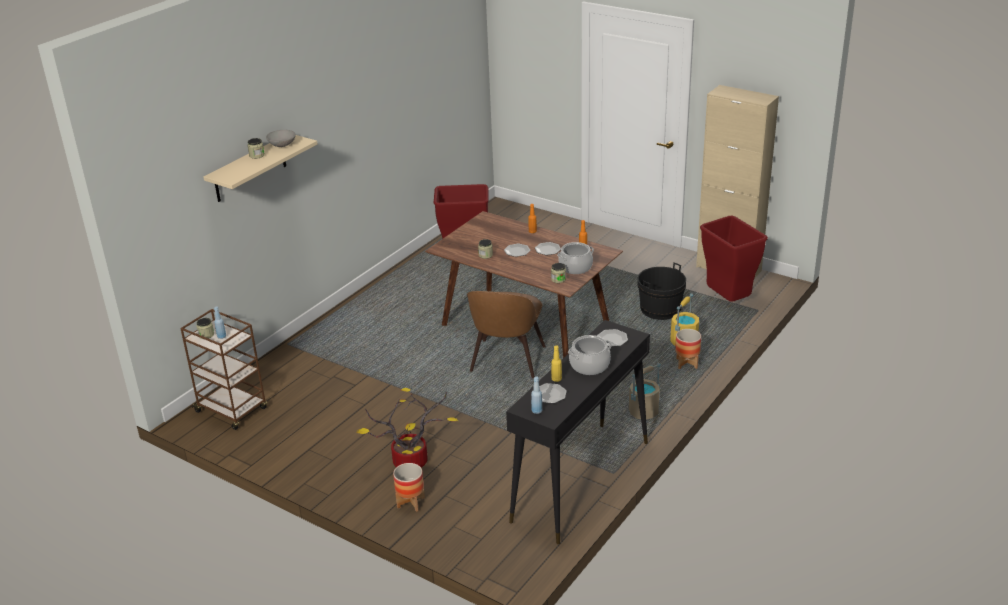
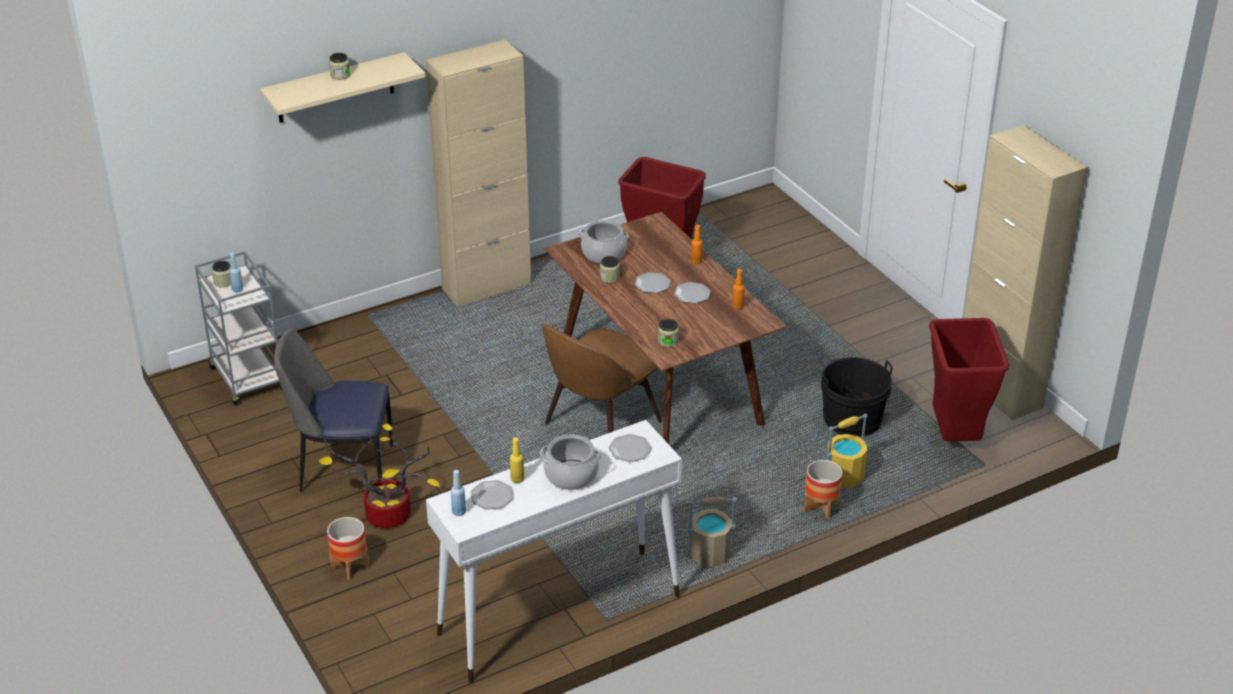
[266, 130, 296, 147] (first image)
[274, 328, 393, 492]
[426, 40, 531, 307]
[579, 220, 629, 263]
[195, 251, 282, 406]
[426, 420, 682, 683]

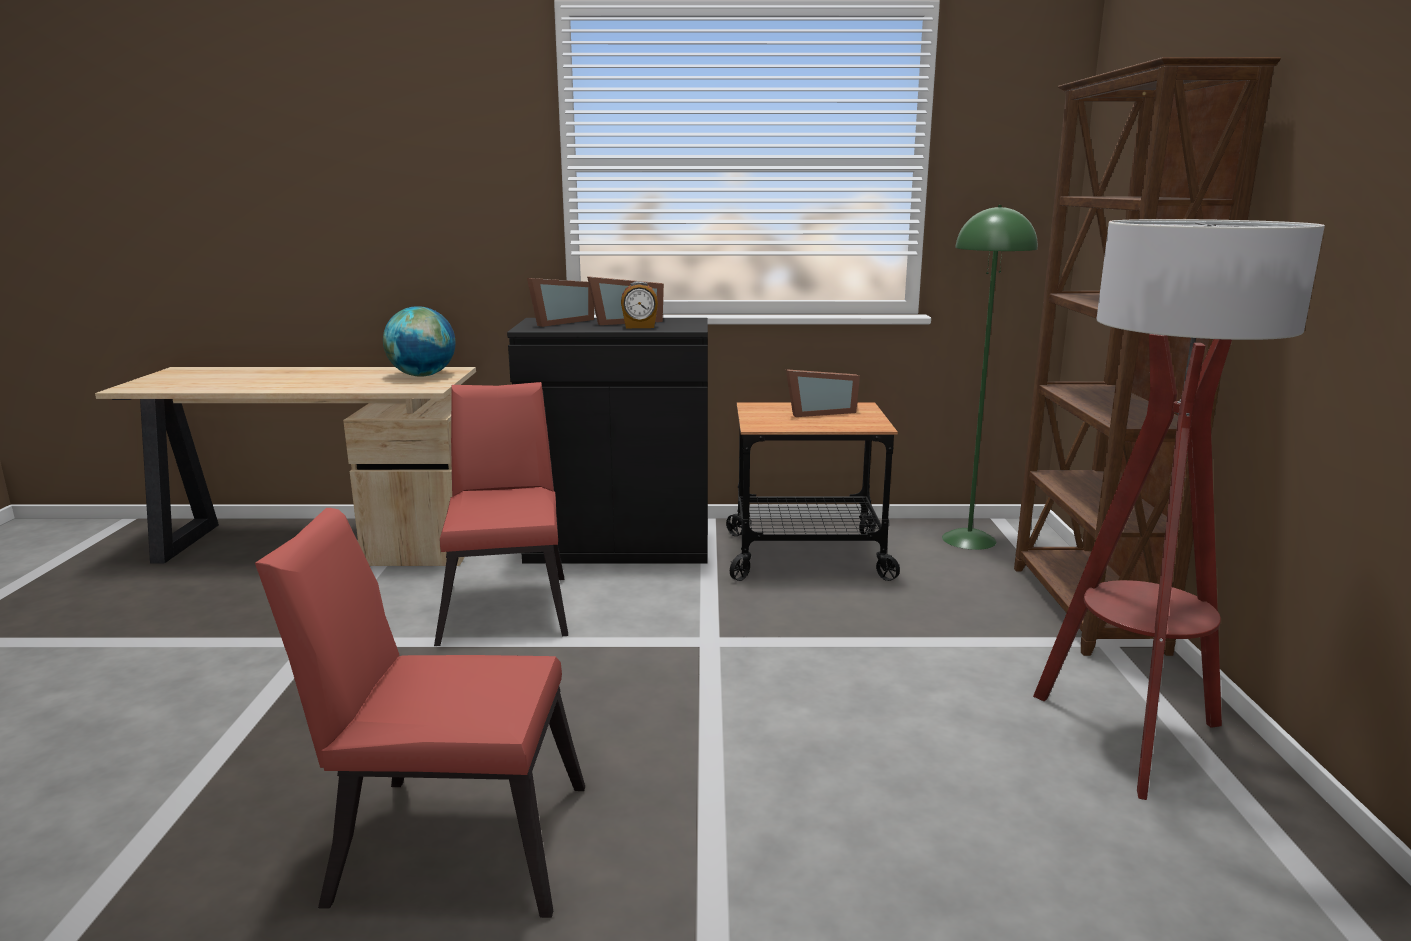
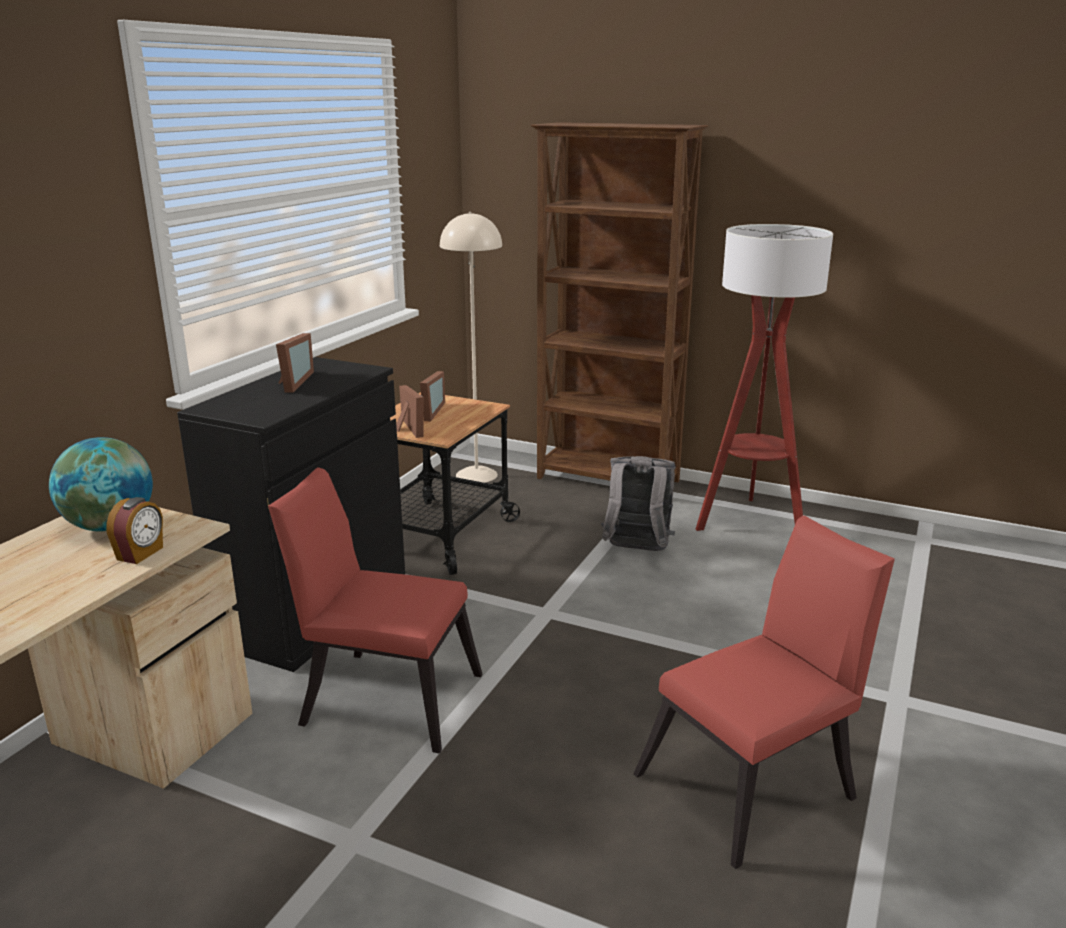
[601, 456, 676, 551]
[396, 385, 424, 438]
[106, 497, 163, 564]
[440, 212, 502, 483]
[634, 515, 895, 869]

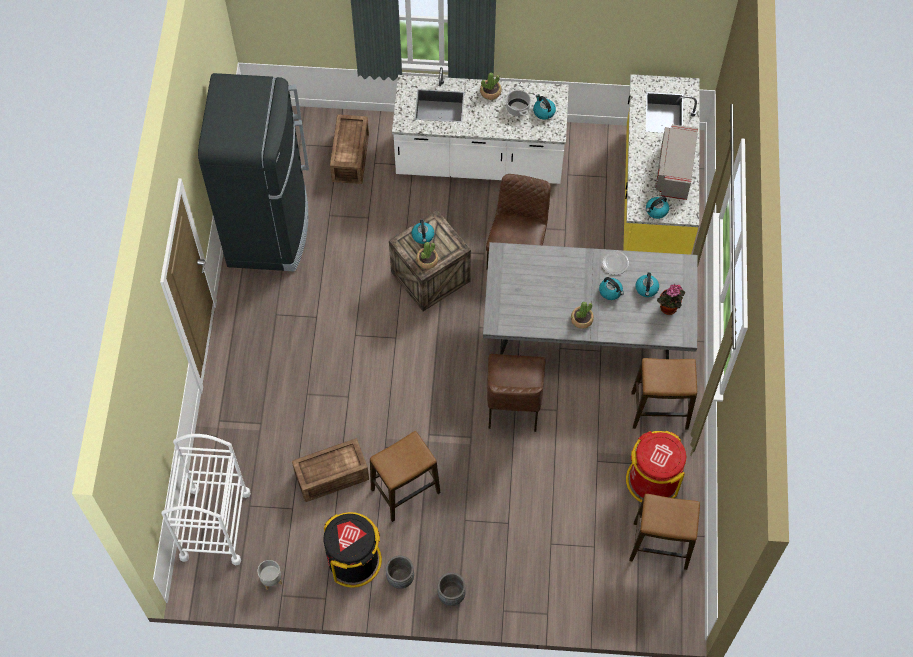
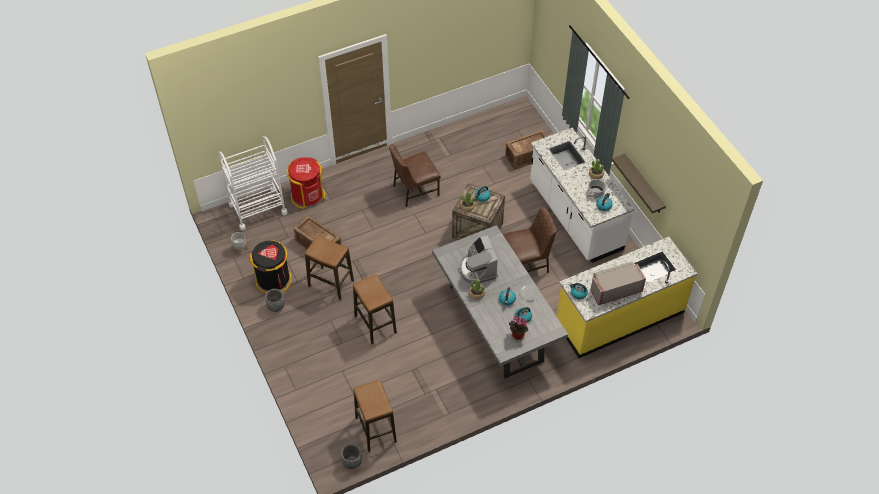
[198, 73, 309, 272] (first image)
[460, 236, 498, 284]
[612, 153, 666, 213]
[341, 444, 362, 469]
[389, 144, 441, 207]
[287, 157, 325, 209]
[353, 274, 397, 344]

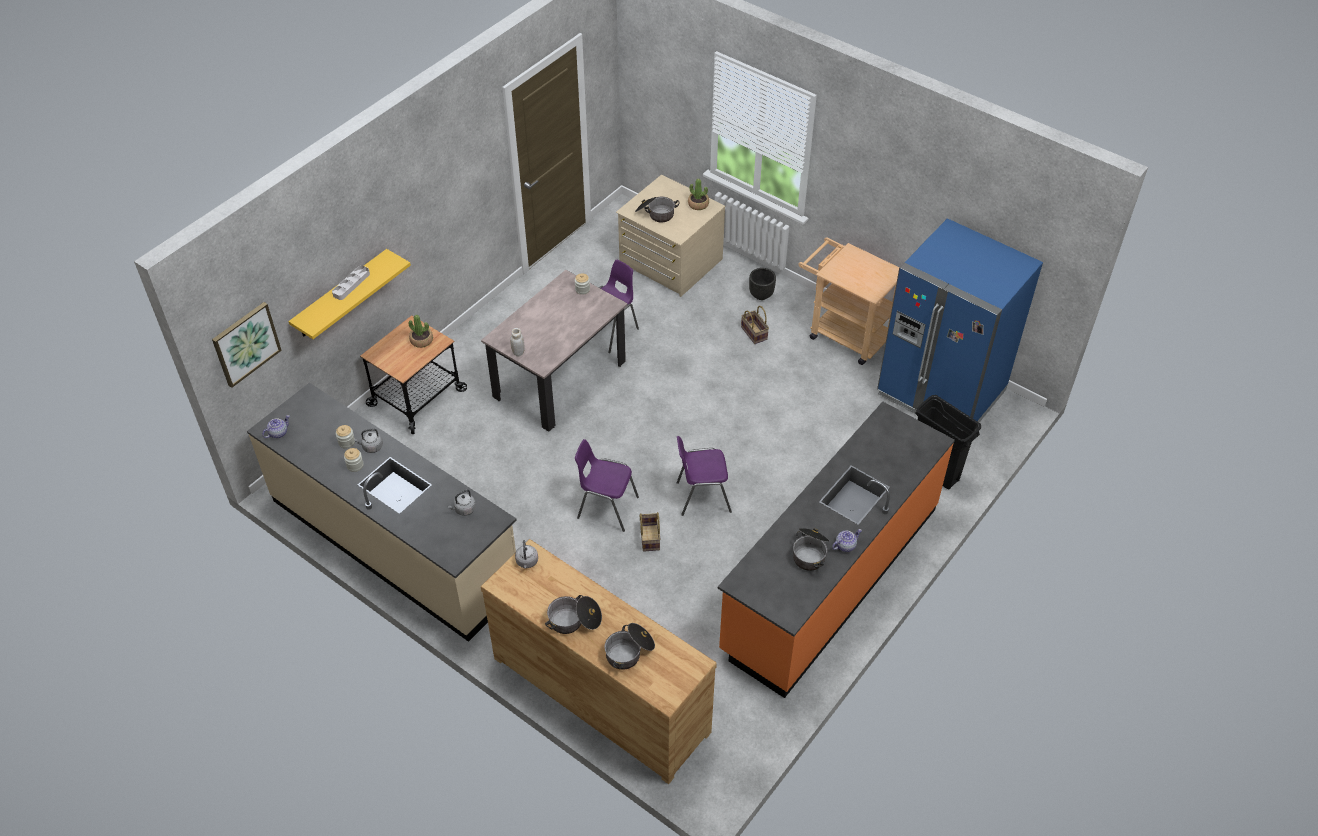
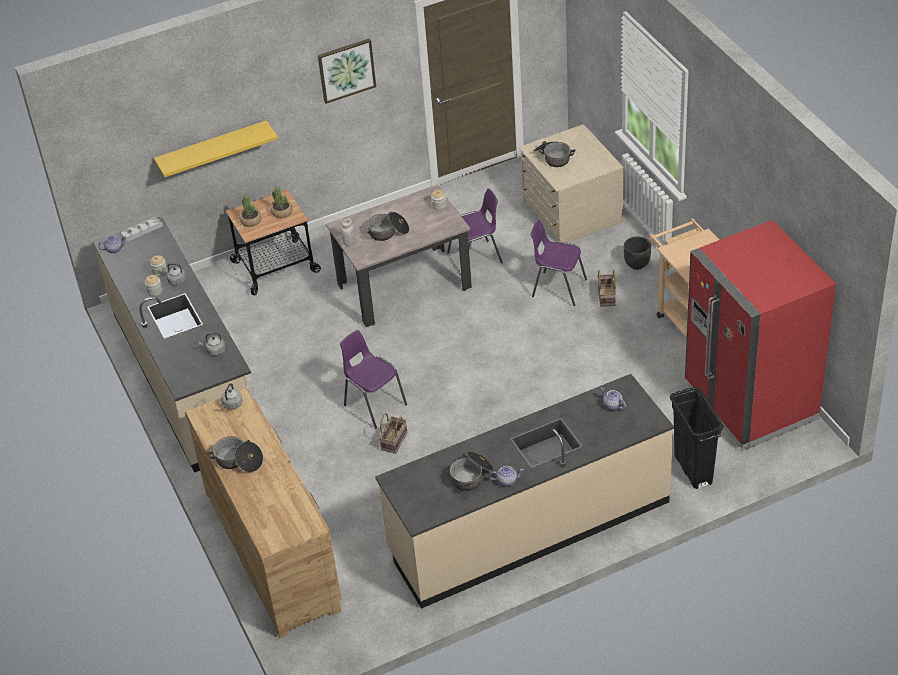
[600, 387, 626, 410]
[318, 39, 376, 104]
[121, 216, 163, 242]
[367, 212, 409, 241]
[531, 220, 587, 306]
[239, 195, 262, 227]
[375, 374, 674, 609]
[685, 220, 836, 450]

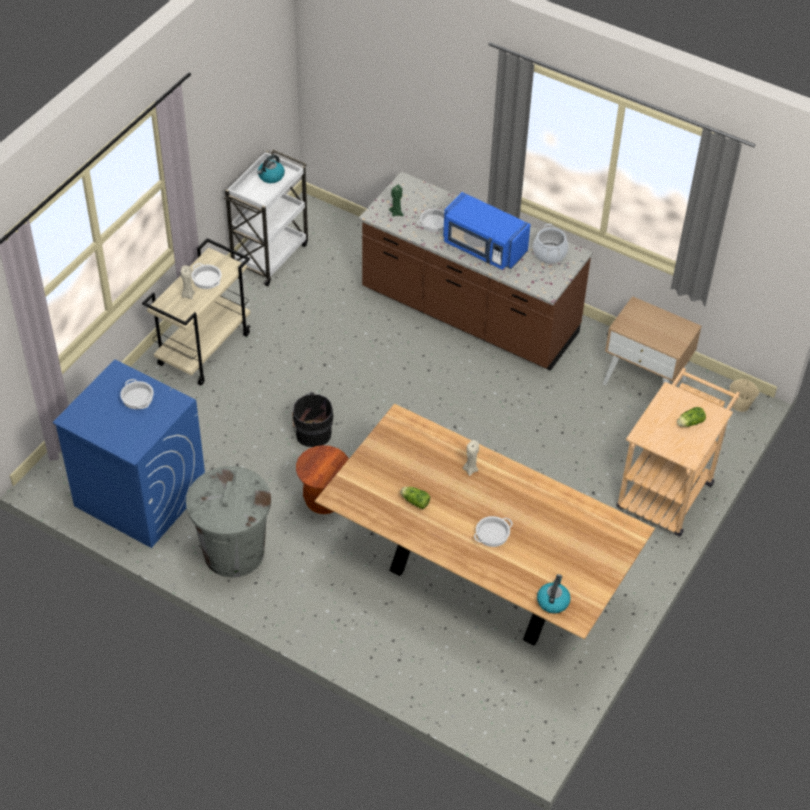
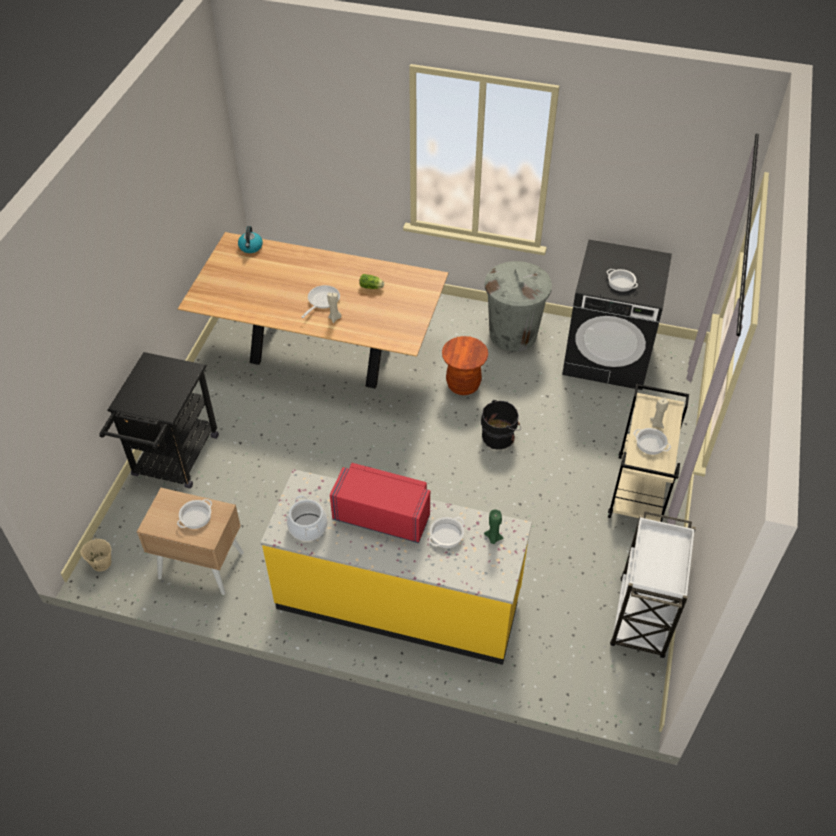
[257, 155, 285, 183] (first image)
[677, 407, 706, 427] (first image)
[301, 285, 340, 318]
[177, 499, 212, 529]
[562, 240, 672, 390]
[260, 469, 532, 665]
[330, 463, 430, 543]
[99, 352, 219, 489]

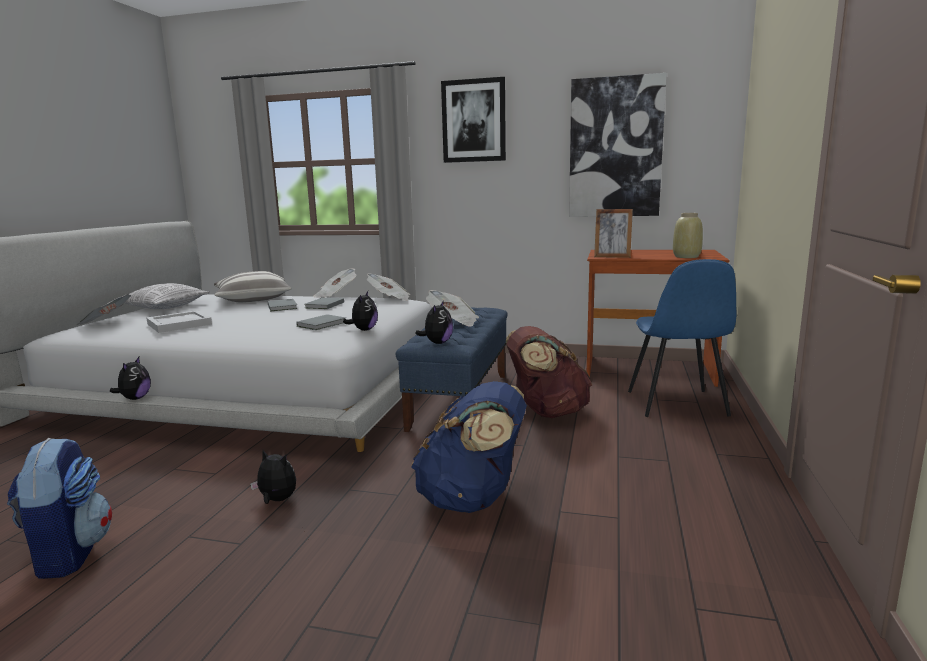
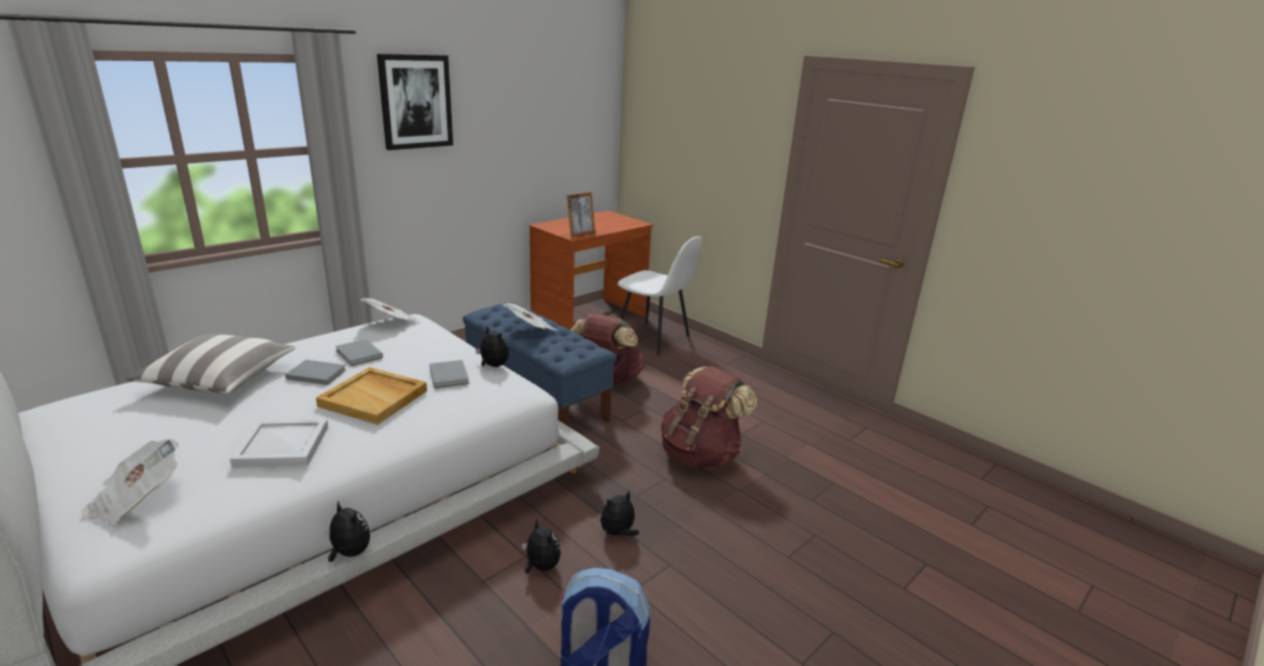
[113, 283, 210, 309] (first image)
[313, 268, 357, 298] (first image)
[569, 73, 667, 217] (first image)
[673, 213, 703, 258] (first image)
[316, 367, 427, 425]
[522, 520, 561, 573]
[661, 366, 757, 468]
[618, 236, 702, 356]

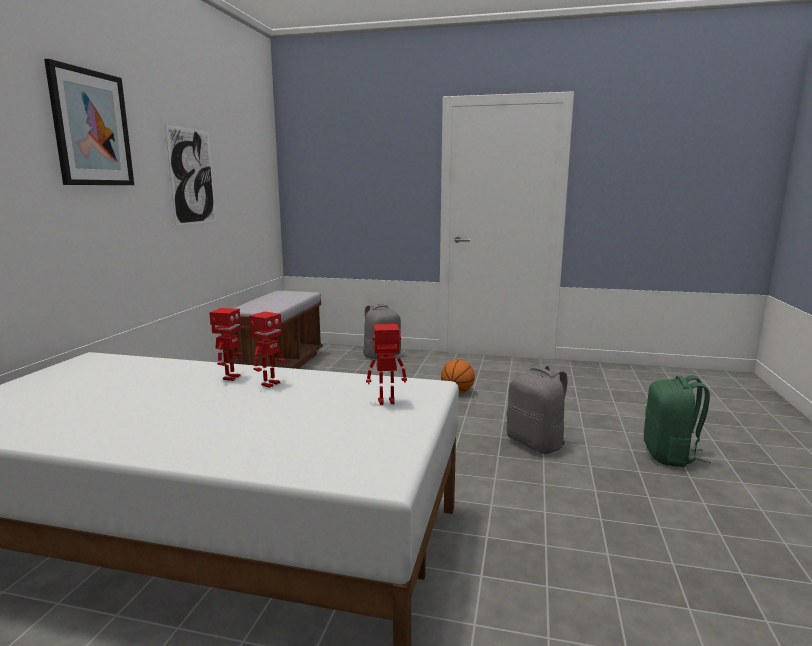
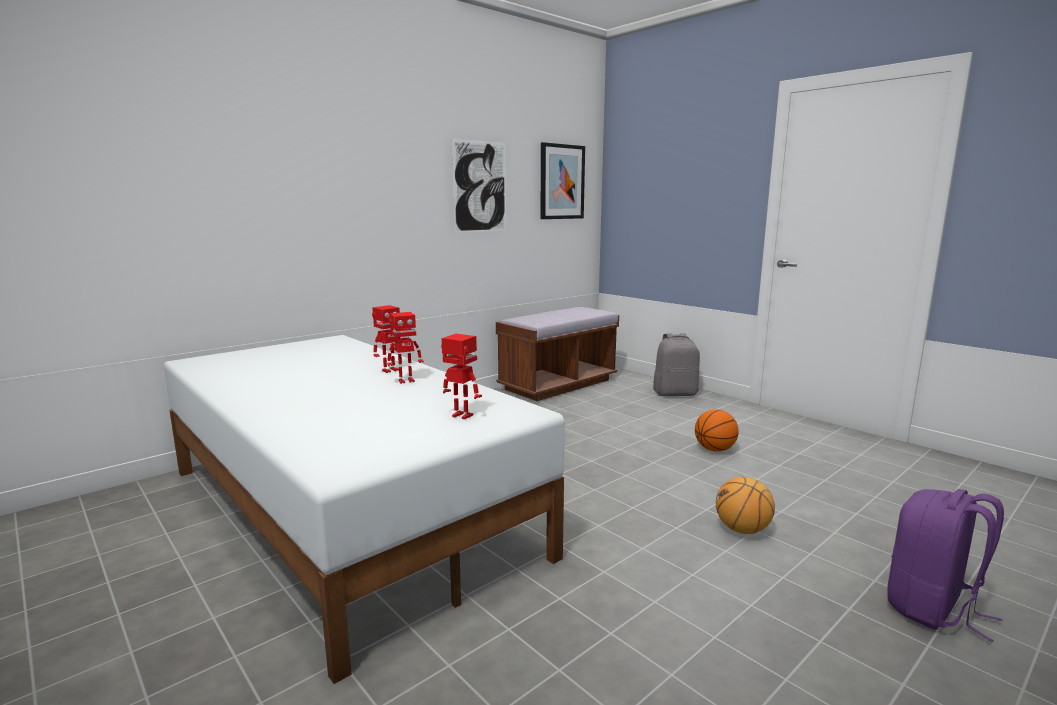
[540, 142, 585, 219]
[716, 477, 775, 534]
[887, 489, 1004, 642]

